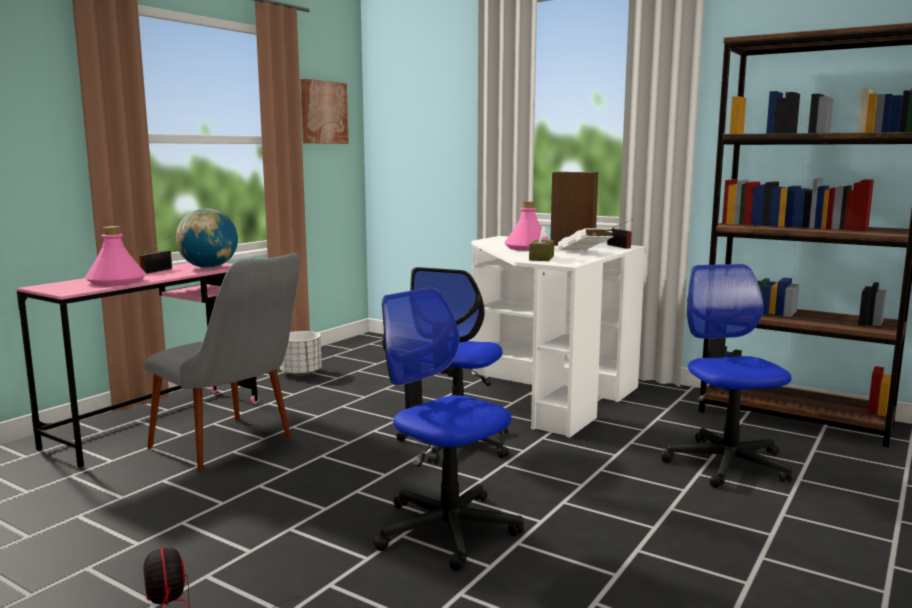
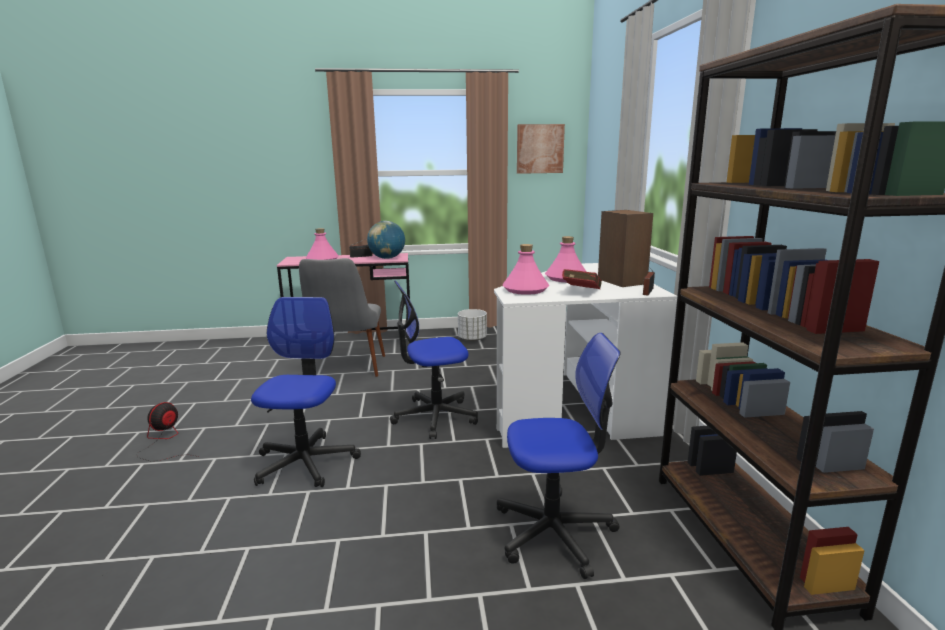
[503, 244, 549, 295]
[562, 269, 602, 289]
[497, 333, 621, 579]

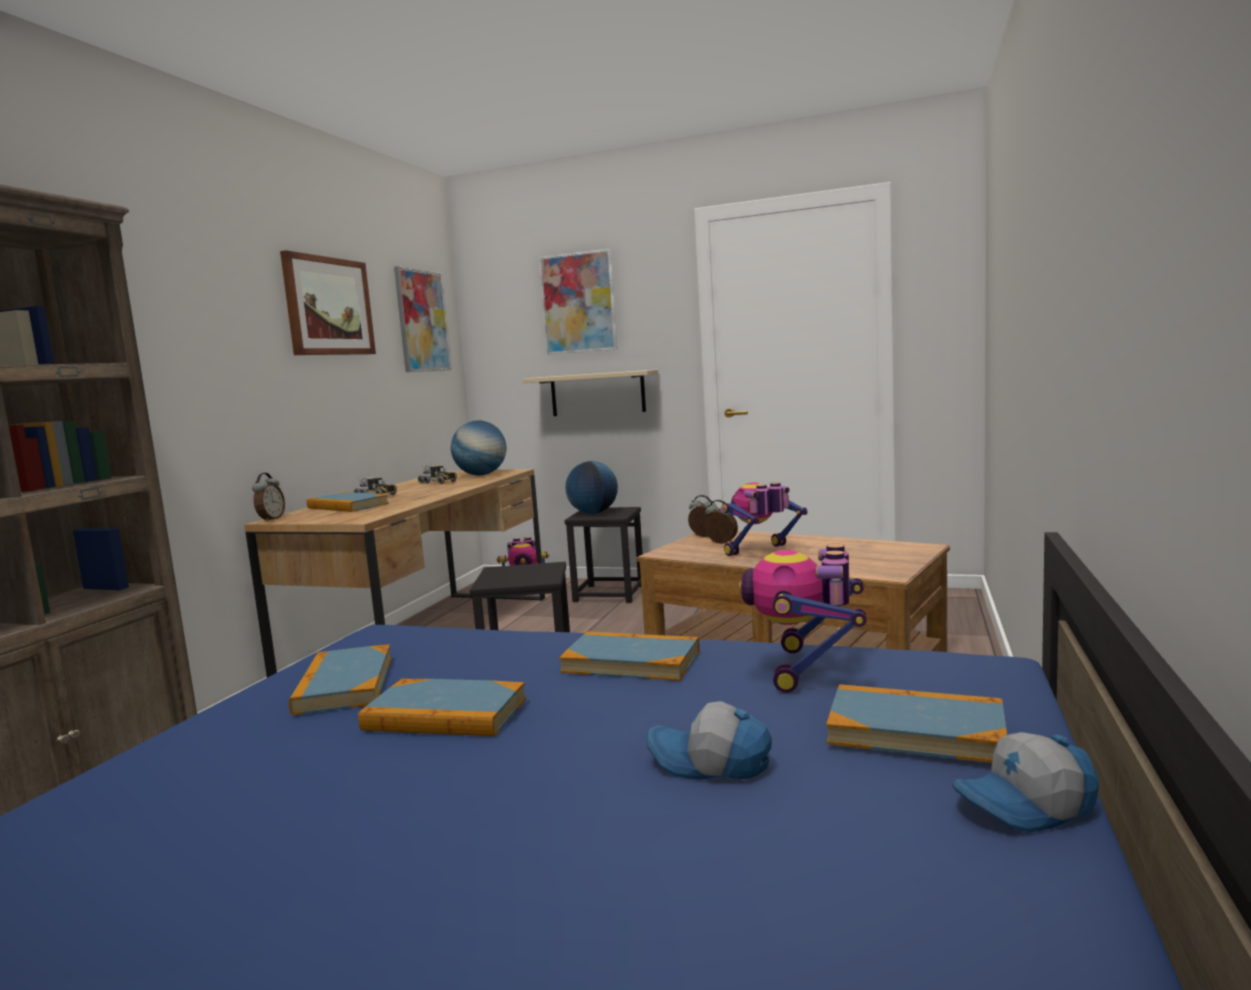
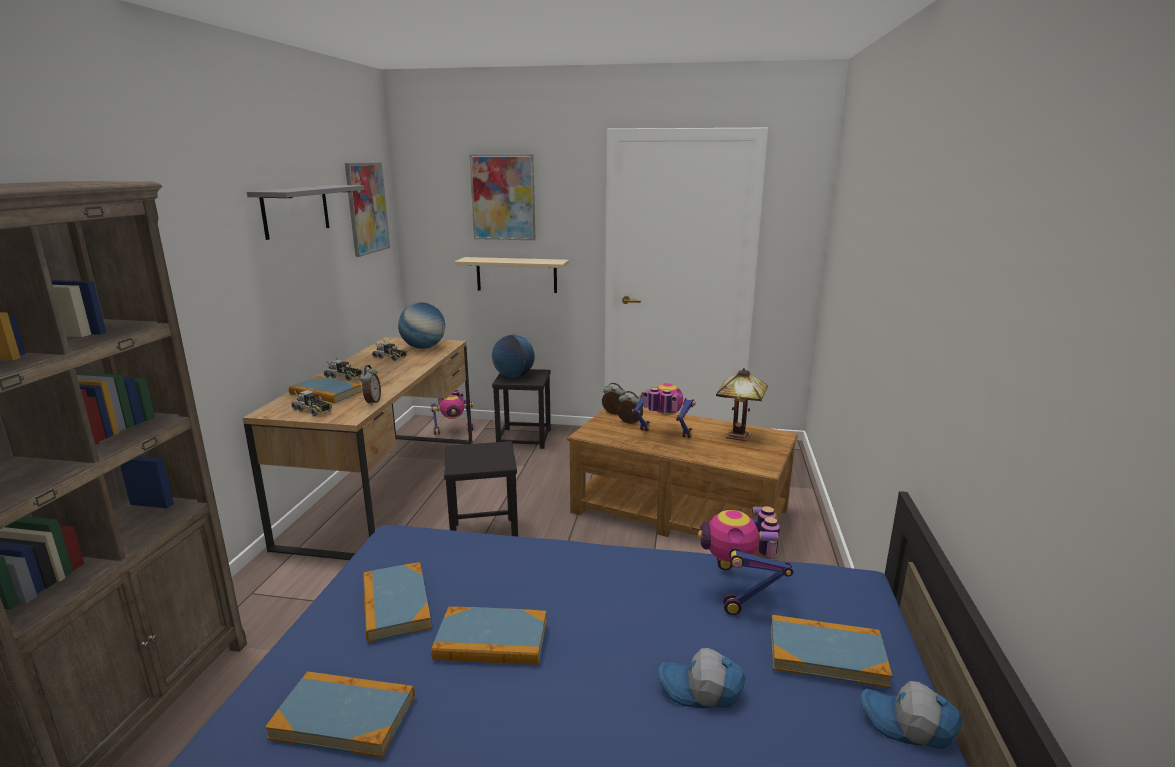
[291, 387, 332, 416]
[716, 368, 768, 442]
[360, 365, 381, 406]
[265, 672, 415, 757]
[247, 185, 365, 240]
[632, 383, 696, 438]
[860, 681, 962, 749]

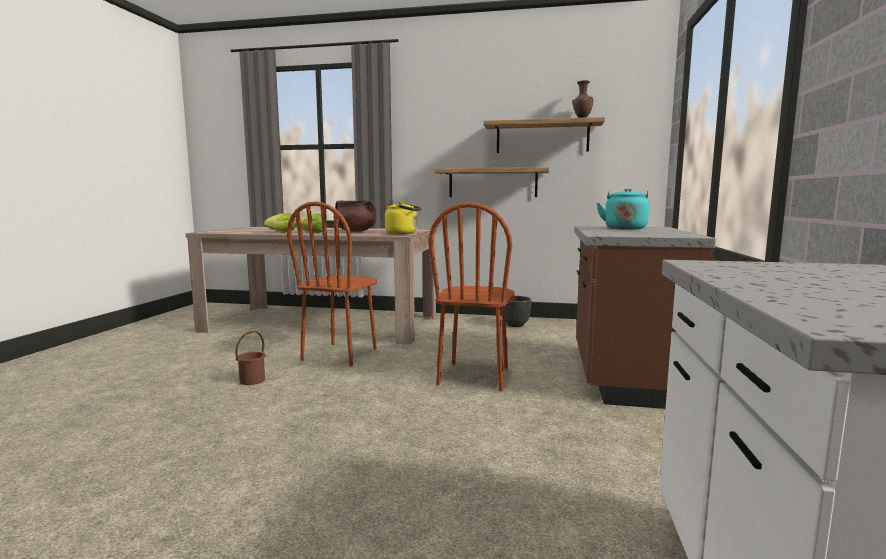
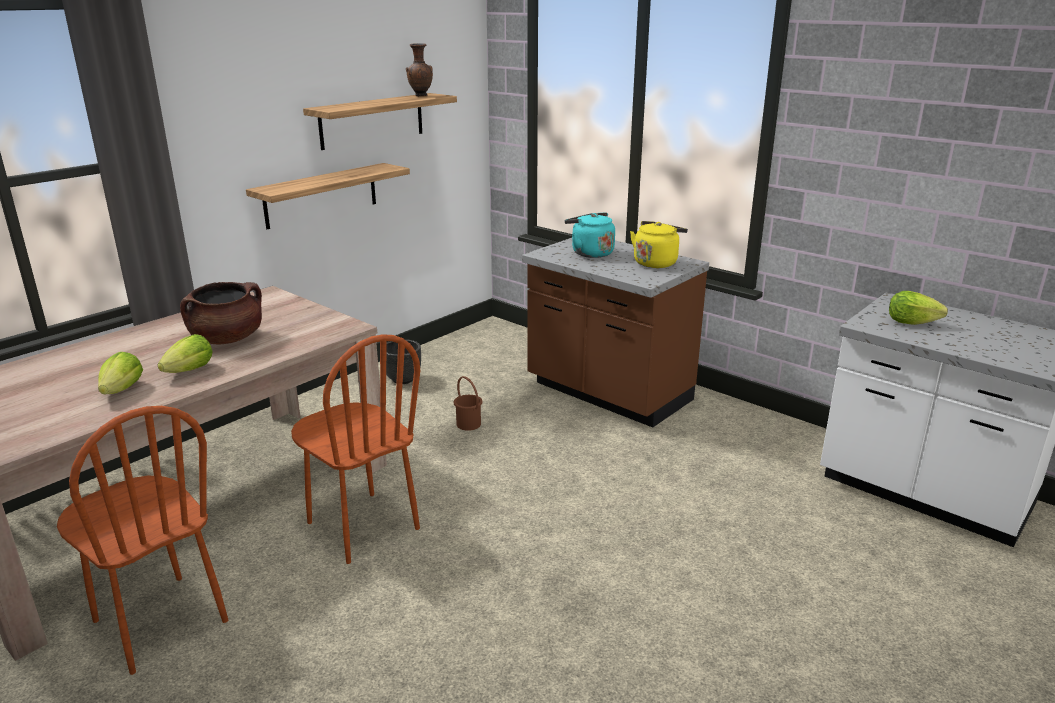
[889, 291, 948, 325]
[454, 376, 483, 431]
[630, 221, 688, 268]
[57, 406, 228, 675]

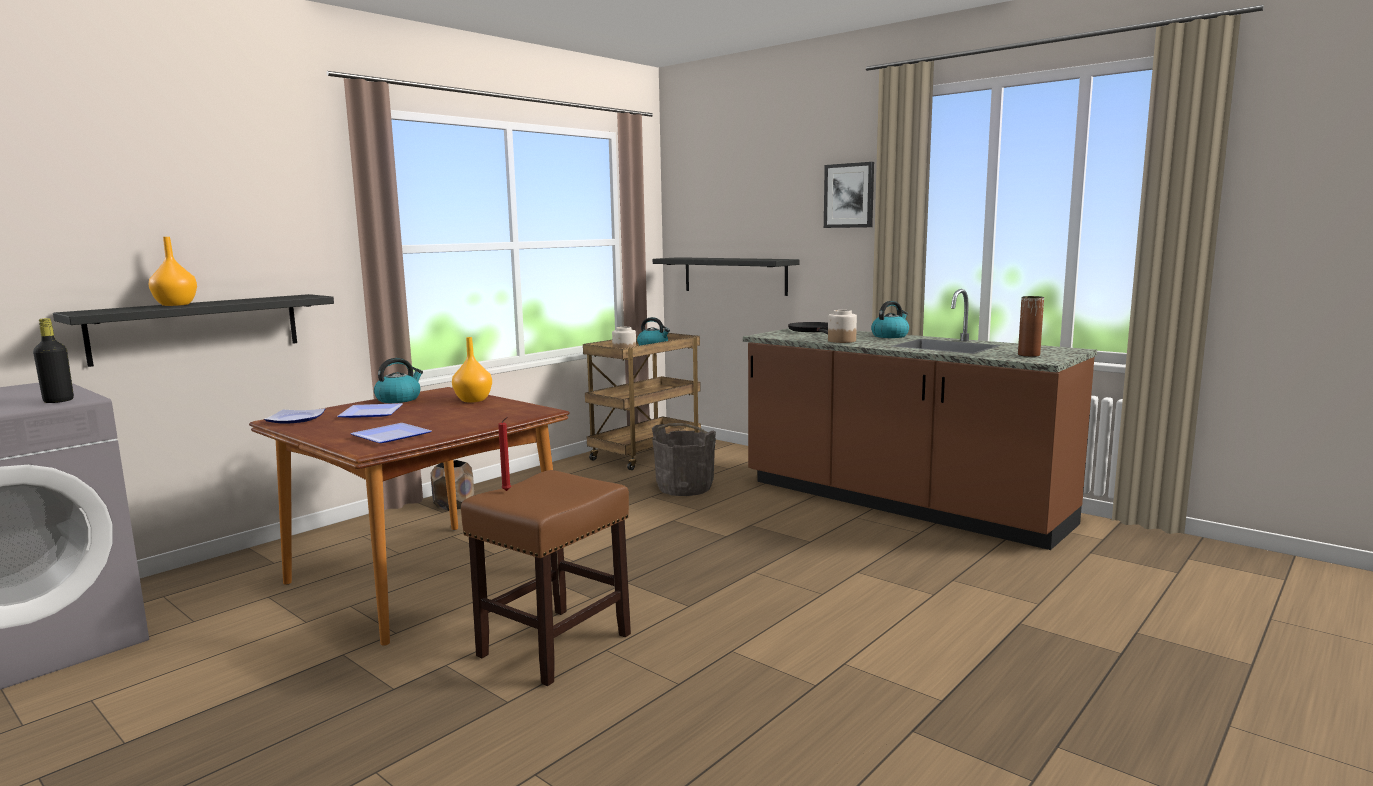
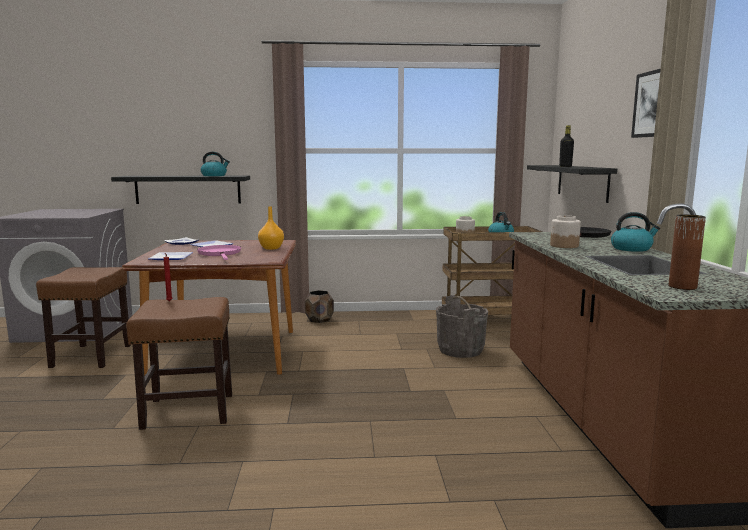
[149, 237, 197, 306] (first image)
[36, 267, 131, 368]
[197, 245, 241, 260]
[559, 125, 574, 167]
[201, 152, 230, 176]

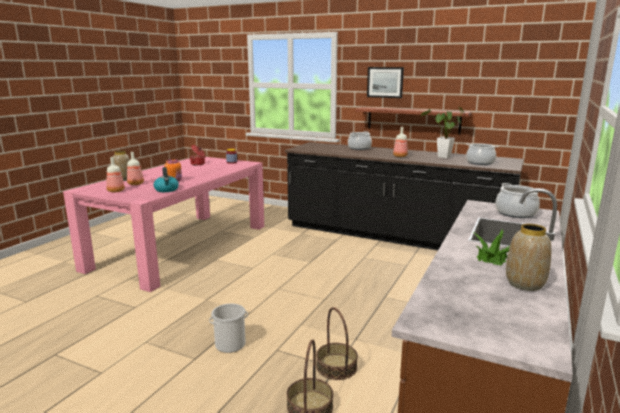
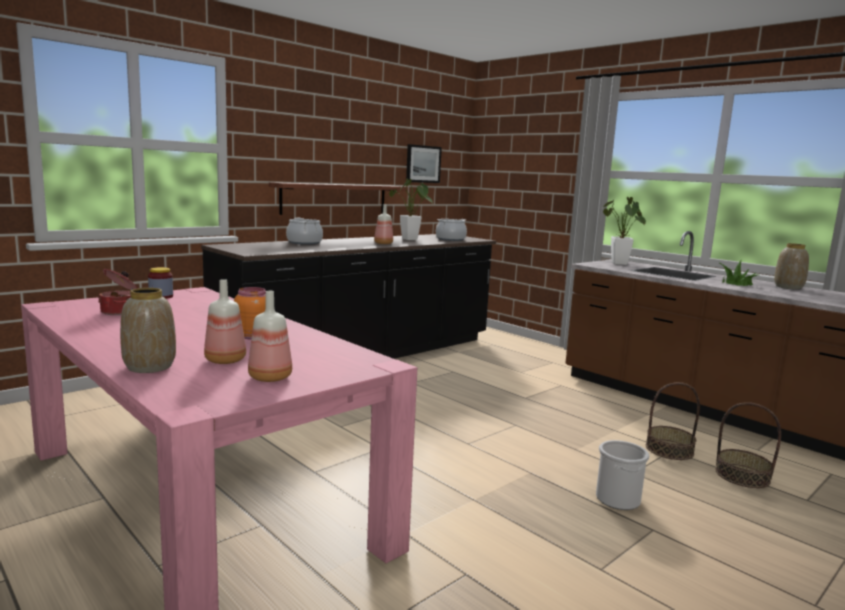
[153, 167, 179, 192] (first image)
[406, 144, 442, 183]
[603, 197, 646, 265]

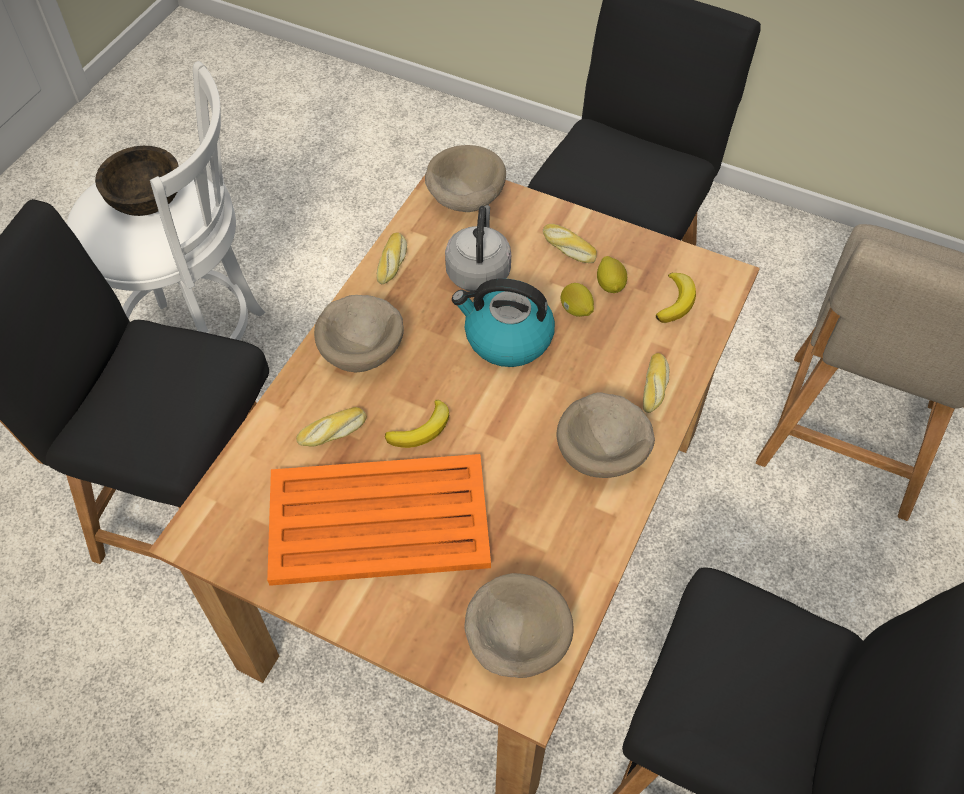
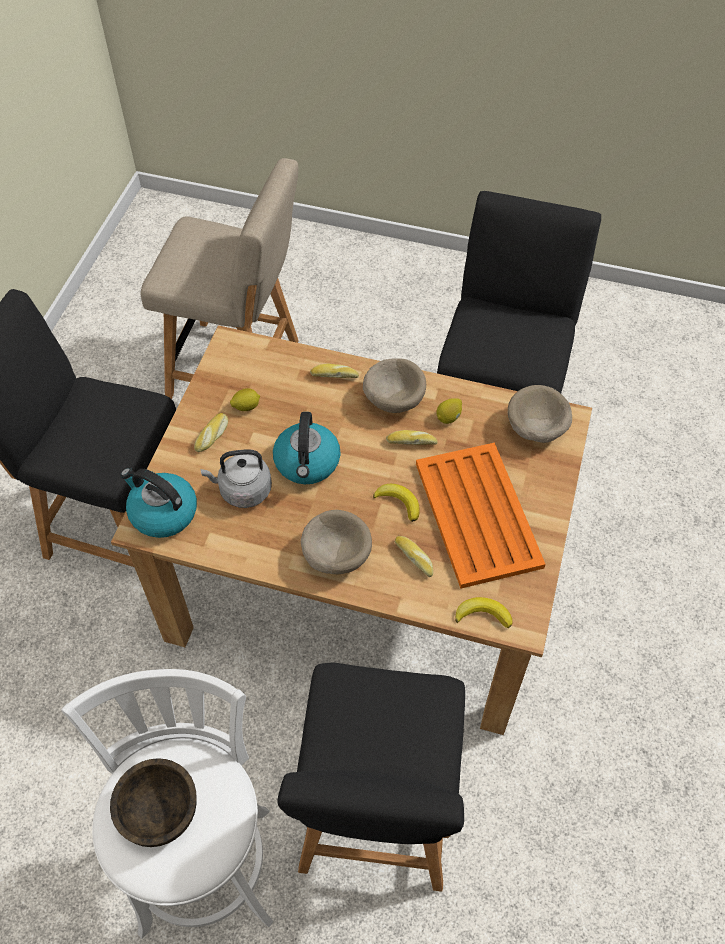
[386, 430, 438, 445]
[437, 398, 462, 424]
[455, 597, 513, 628]
[120, 468, 197, 538]

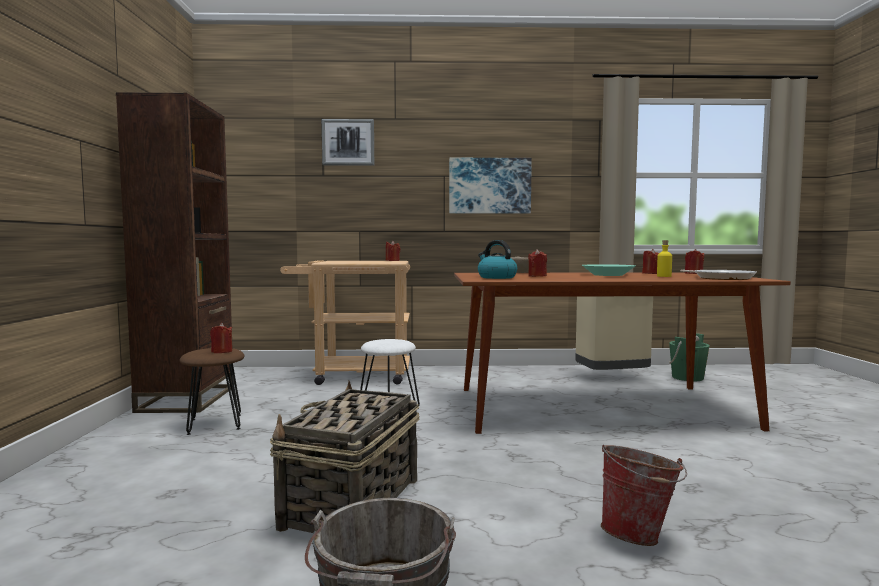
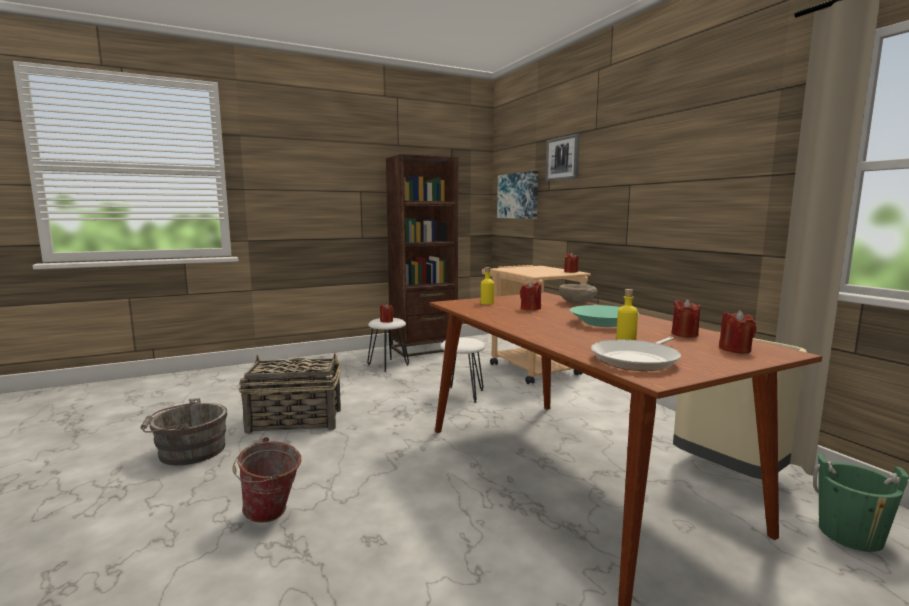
[497, 171, 538, 219]
[481, 267, 494, 305]
[367, 318, 409, 372]

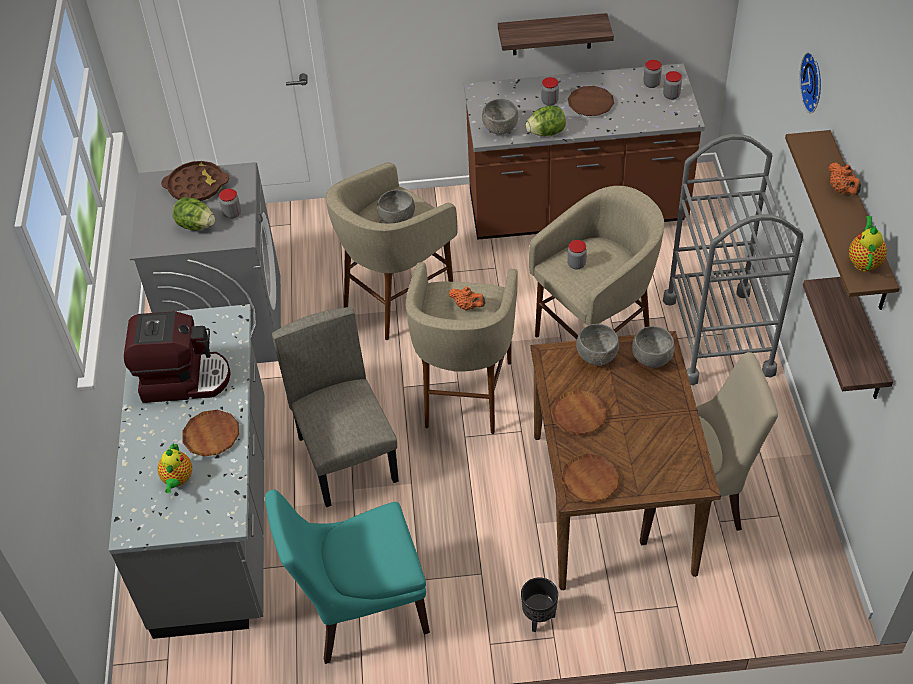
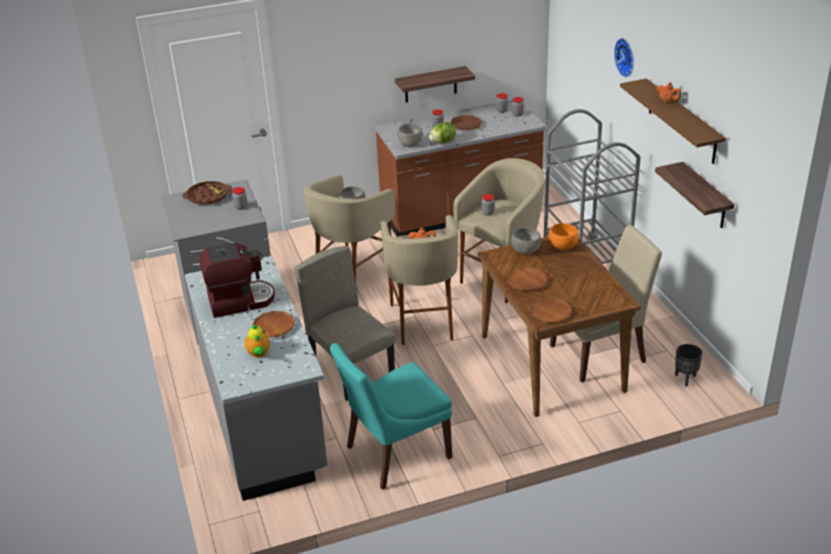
[173, 197, 215, 231] (first image)
[849, 216, 887, 272] (first image)
[675, 344, 703, 386]
[549, 223, 578, 250]

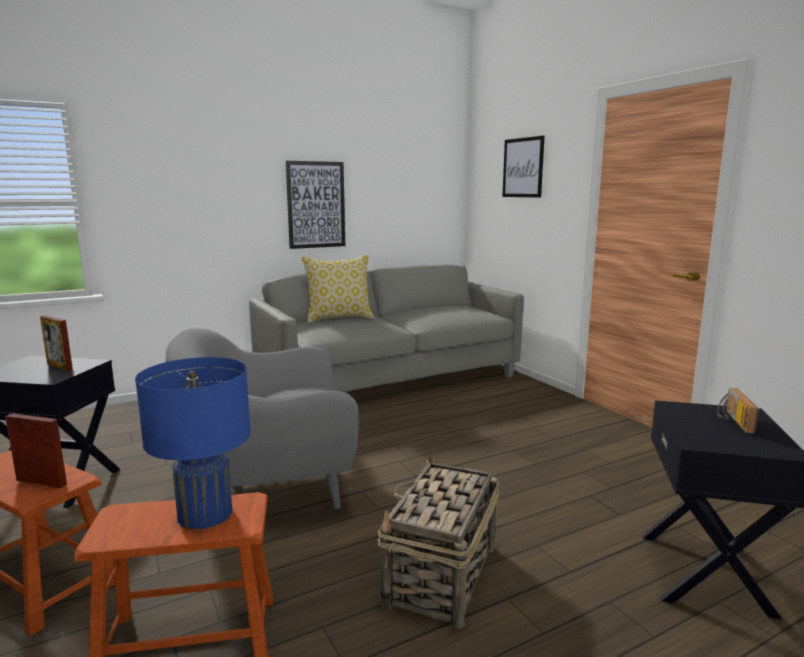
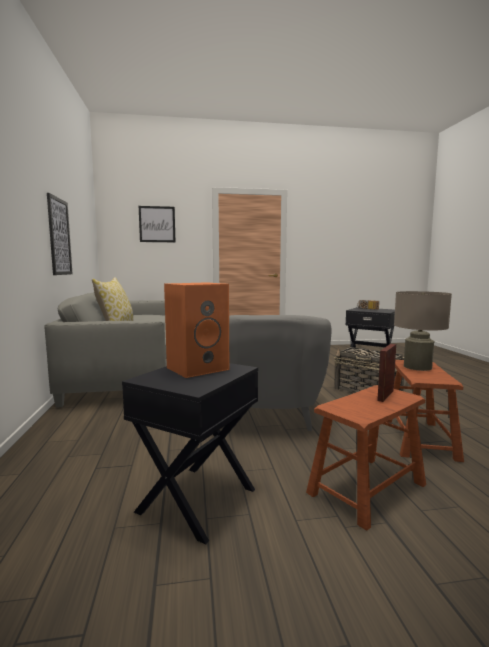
[164, 282, 229, 378]
[394, 291, 452, 371]

